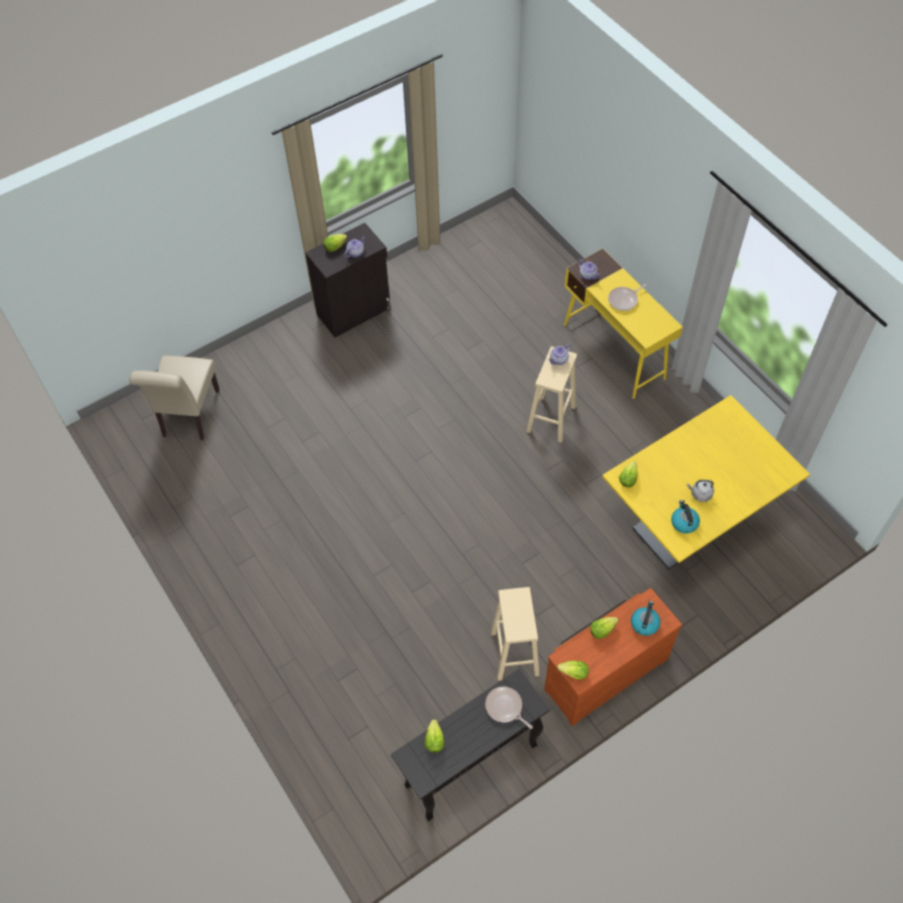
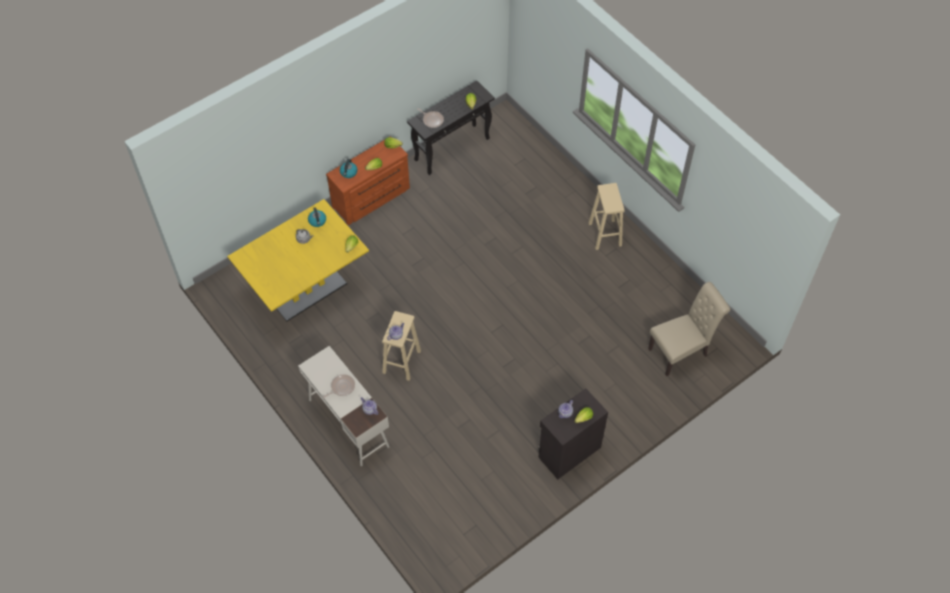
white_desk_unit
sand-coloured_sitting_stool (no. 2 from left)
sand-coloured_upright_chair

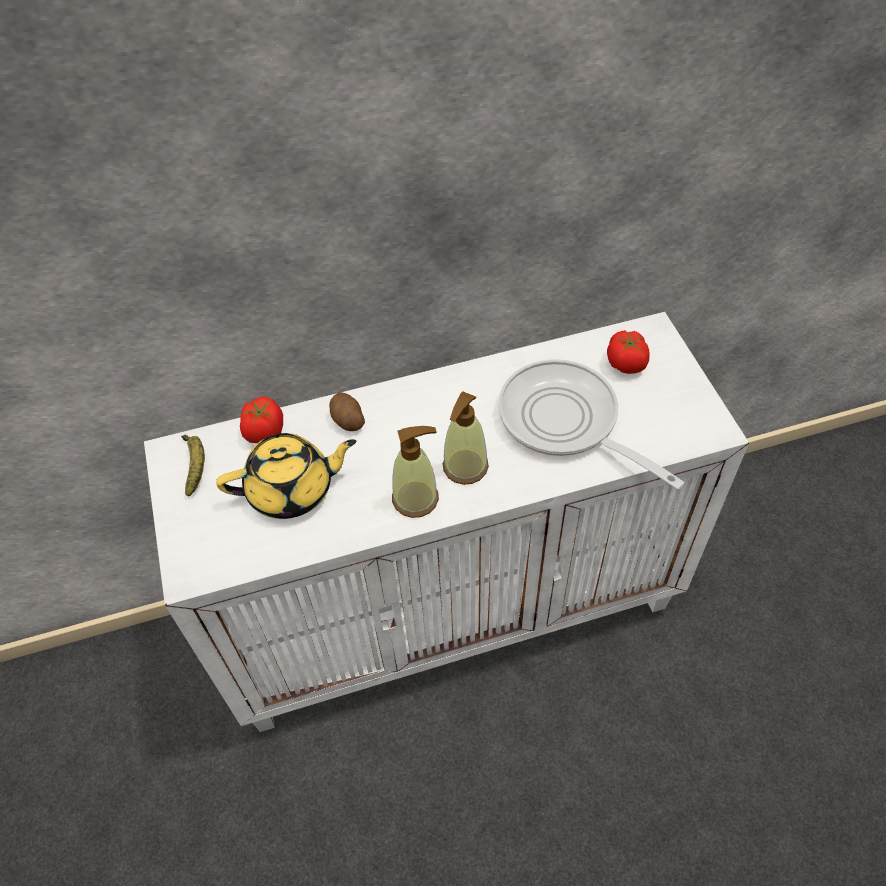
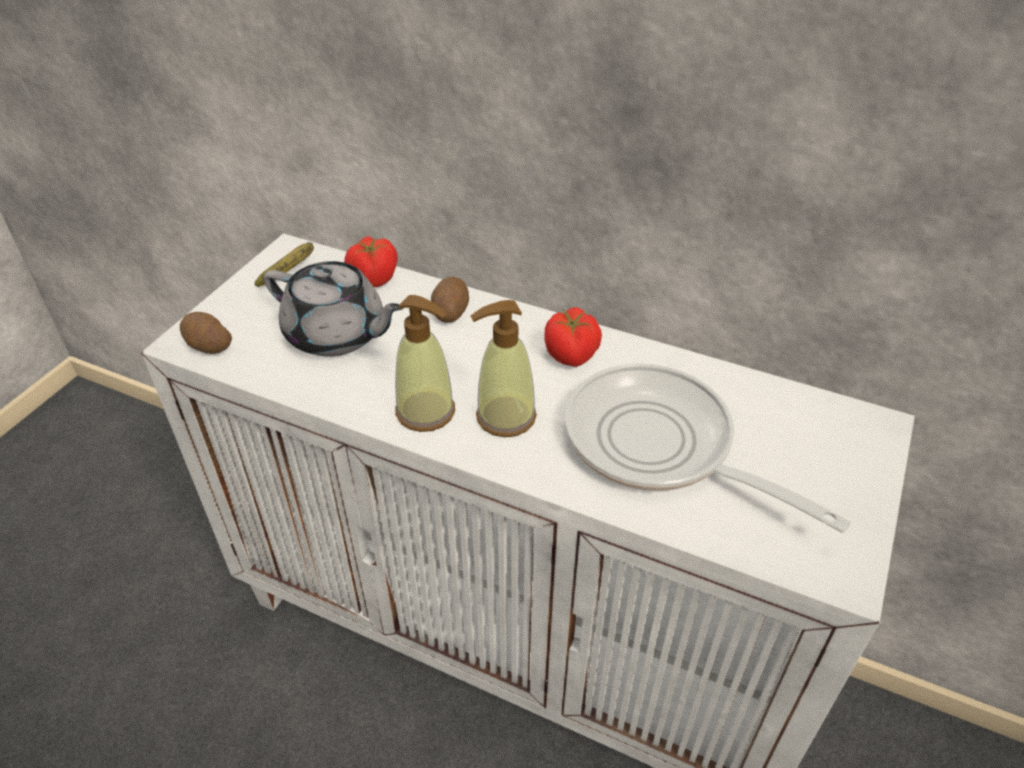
potato (no. 1 from left)
gray_pot_for_tea
whole_tomato (no. 2 from left)
skillet

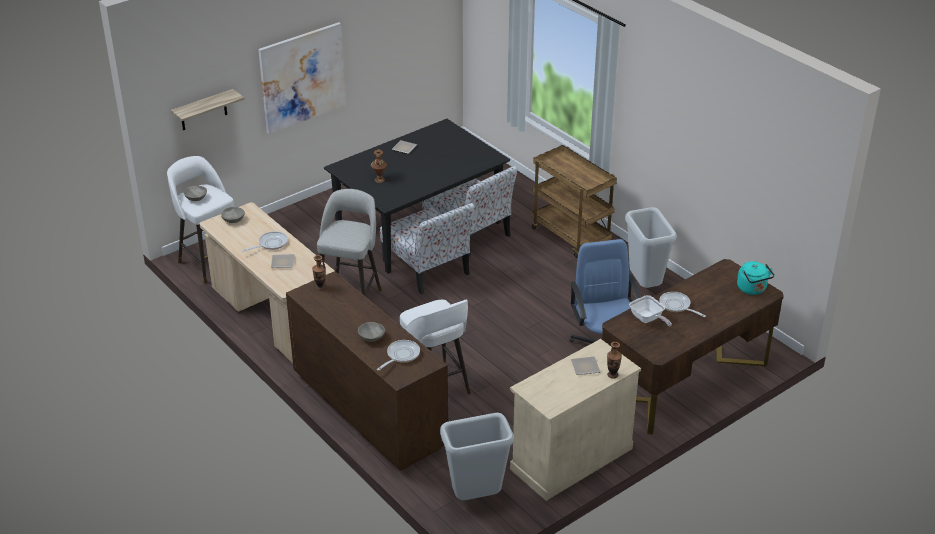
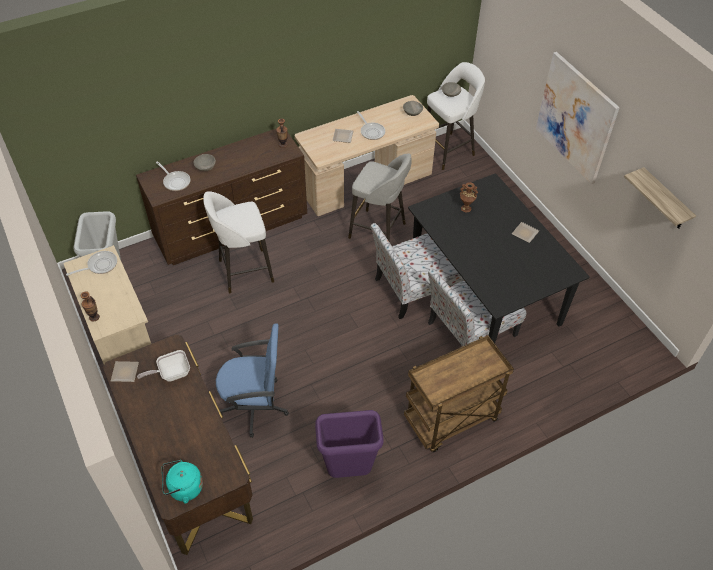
skillet (no. 1 from left)
flat_dish (no. 1 from left)
purplish_rubbish_bin
shelf

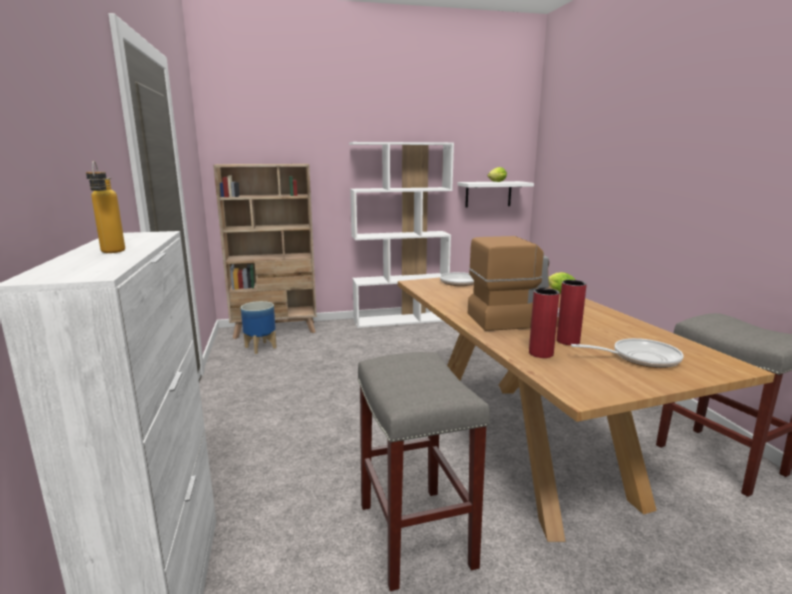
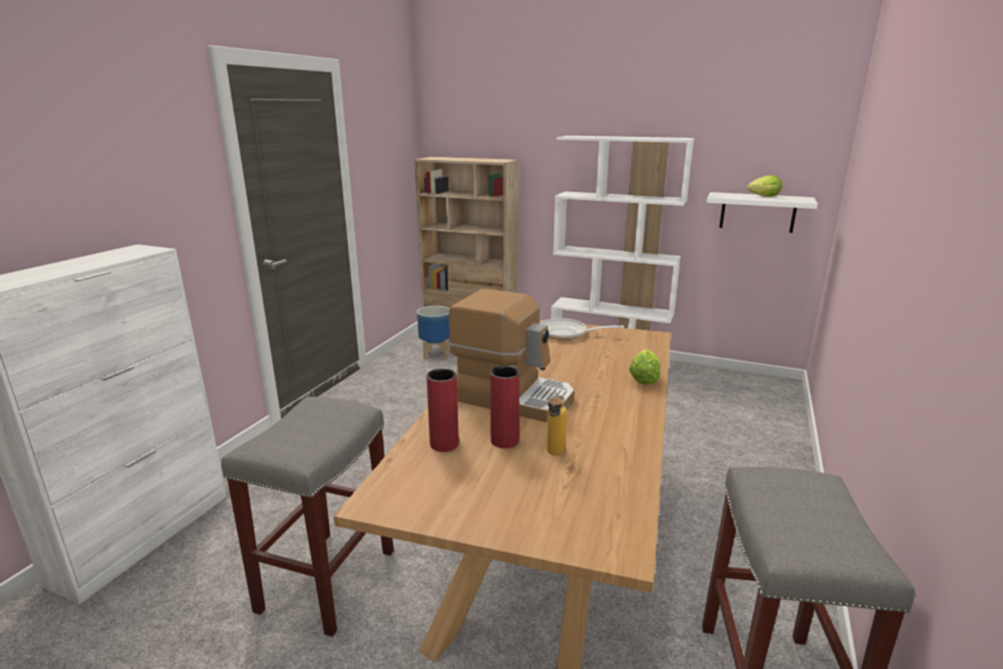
drink_bottle
skillet (no. 2 from left in the first image)

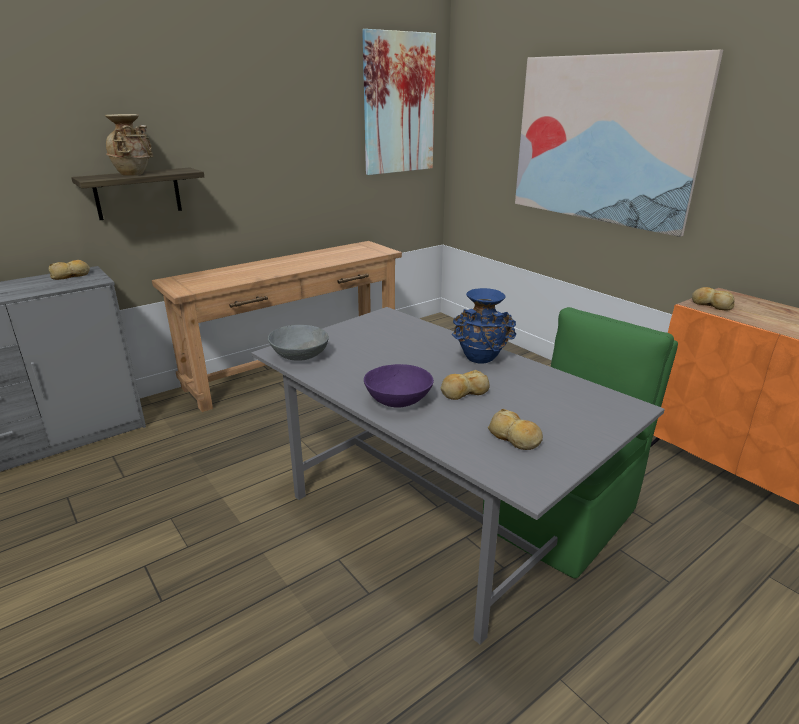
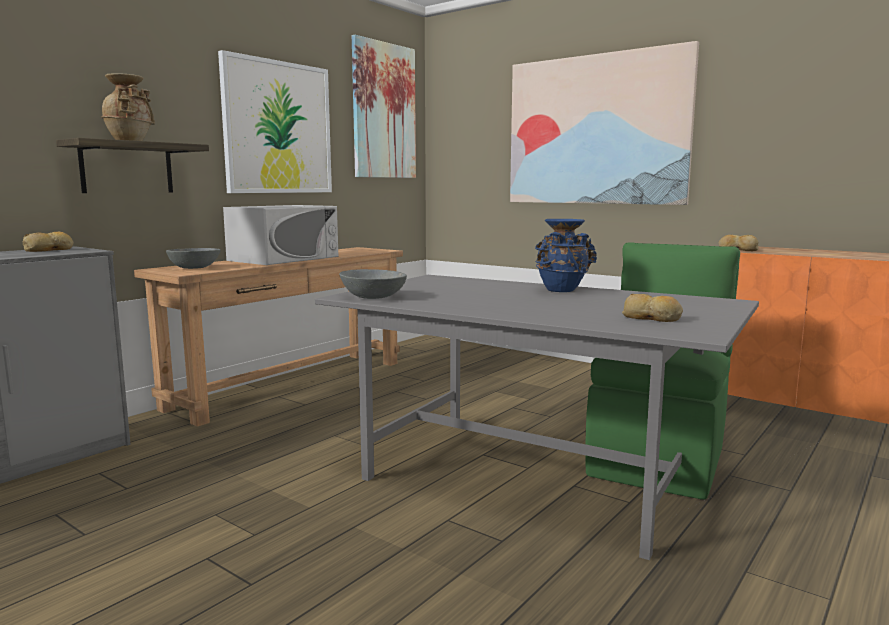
gray_bowl (no. 1 from left)
picture (no. 1 from left)
white_microwave_oven
purplish_bowl
baked_bread (no. 2 from left in the first image)

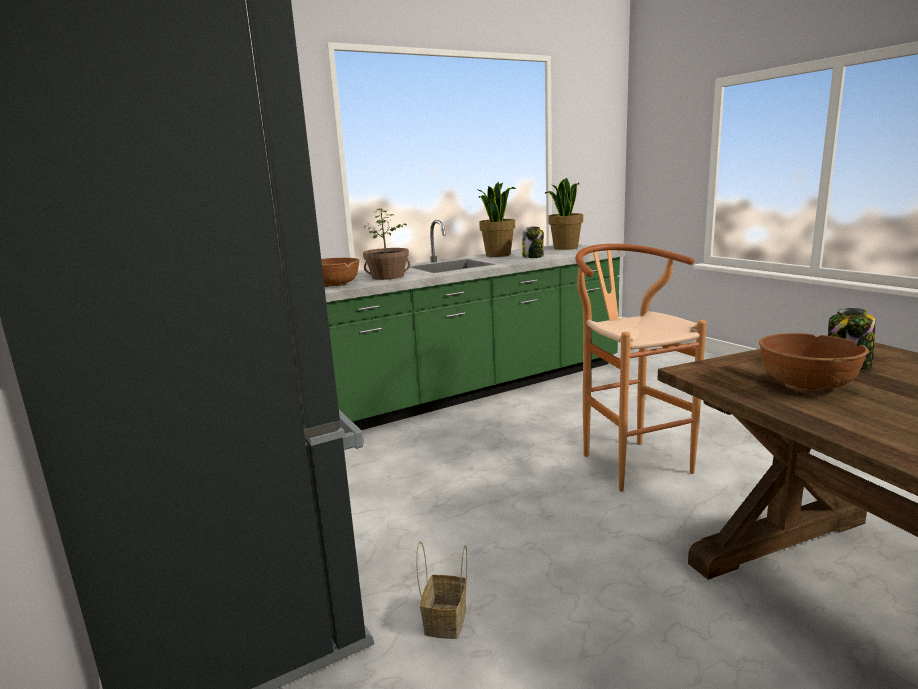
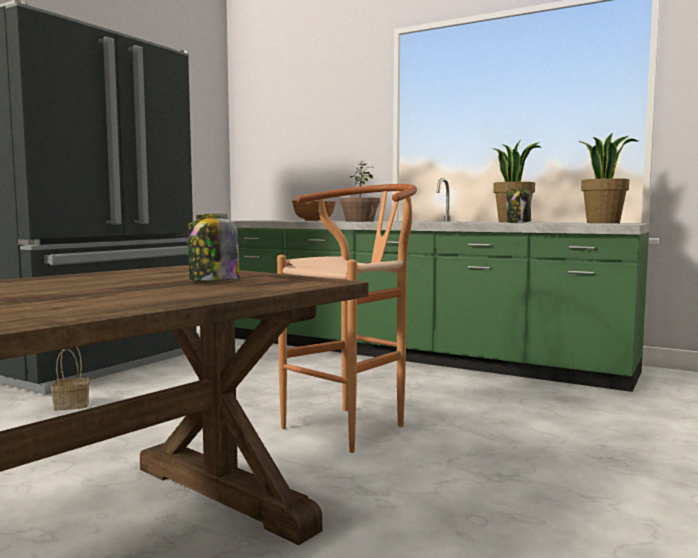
brown_bowl (no. 2 from left in the first image)

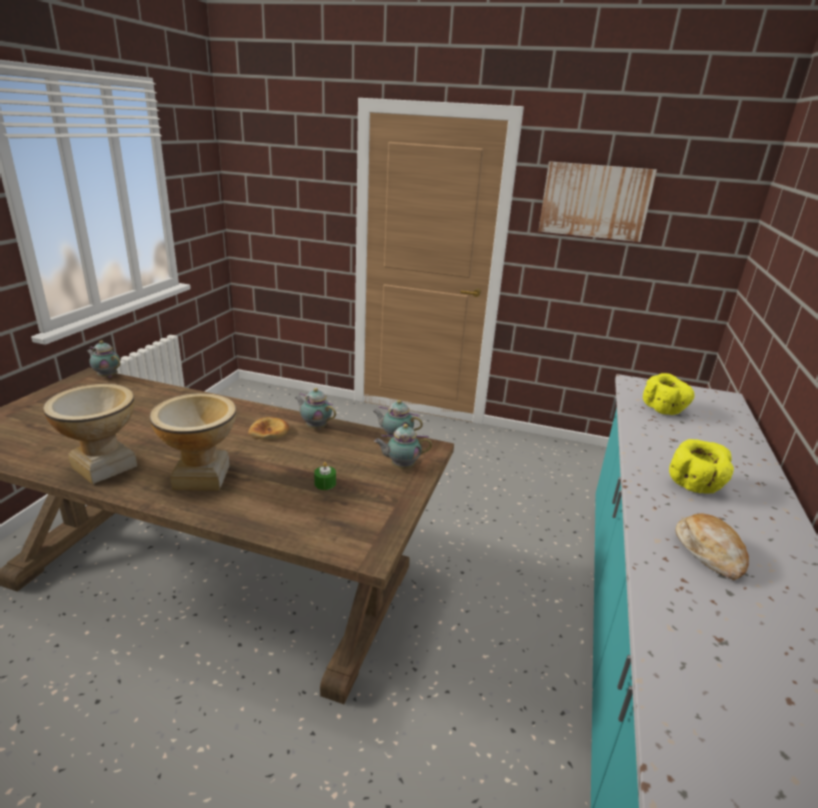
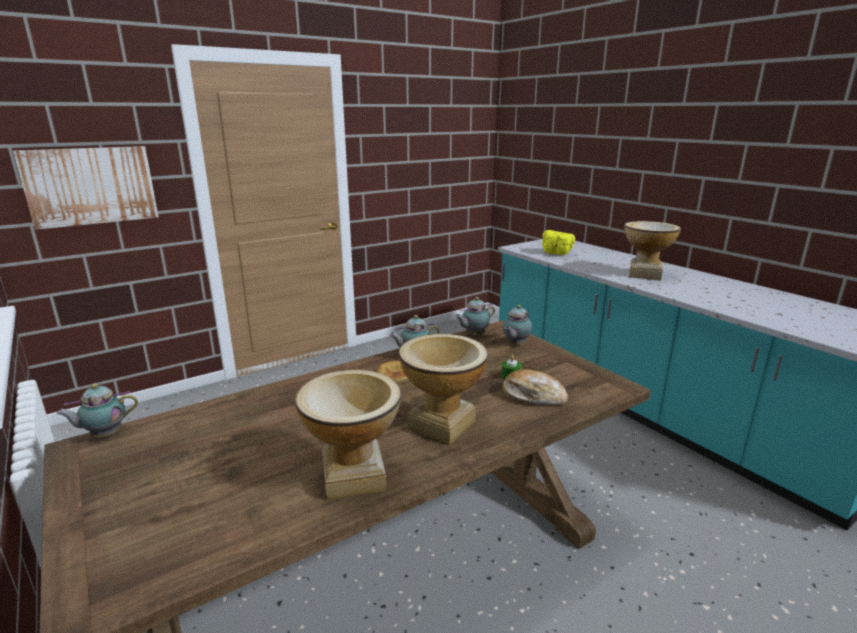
picture
baked_bread (no. 2 from left)
decorative_vase (no. 3 from left)

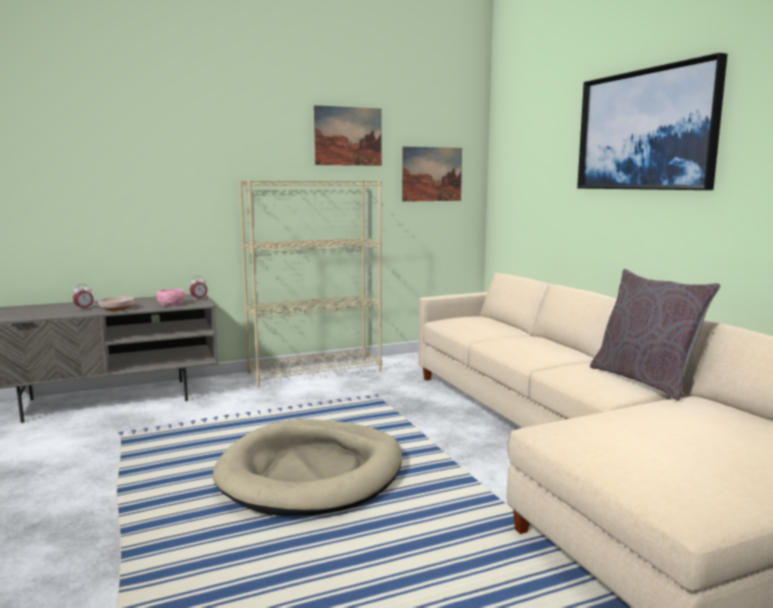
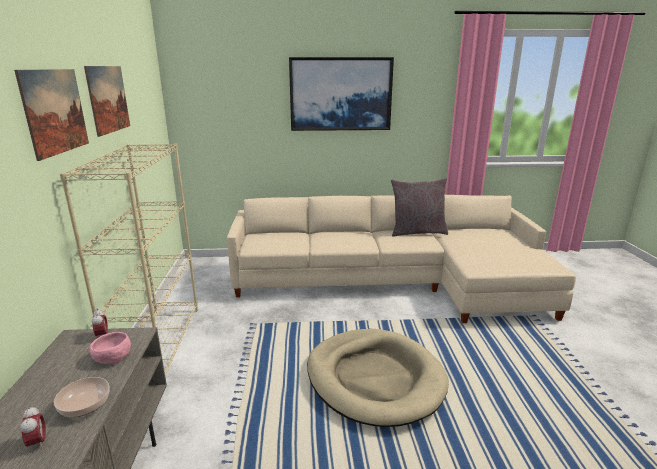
picture (no. 1 from left)

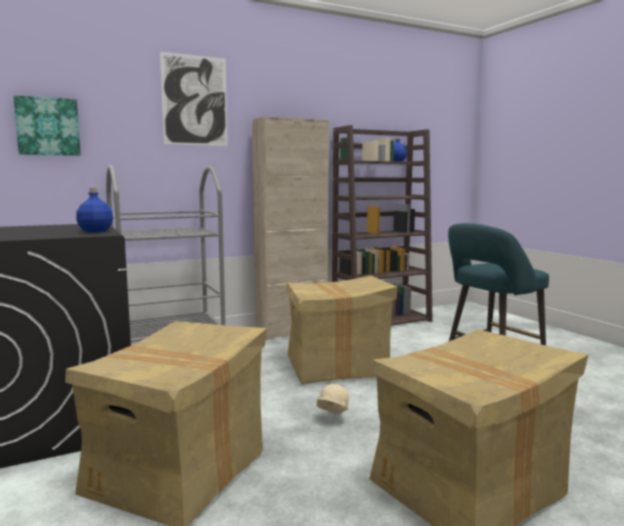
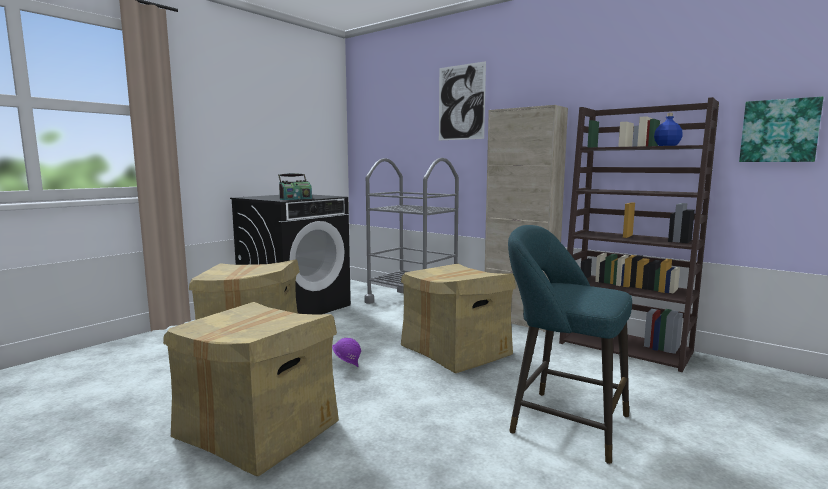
radio_set
purplish_safety_helmet
picture (no. 2 from left)

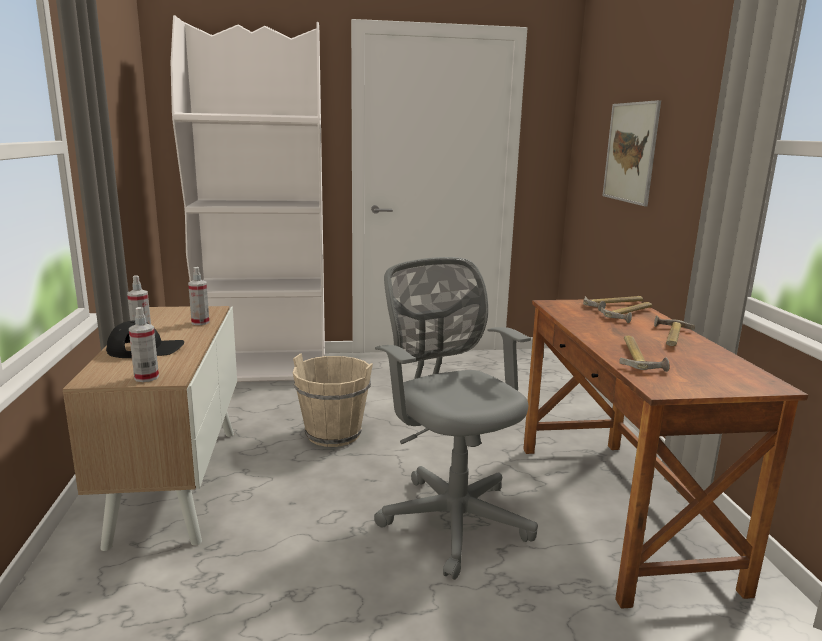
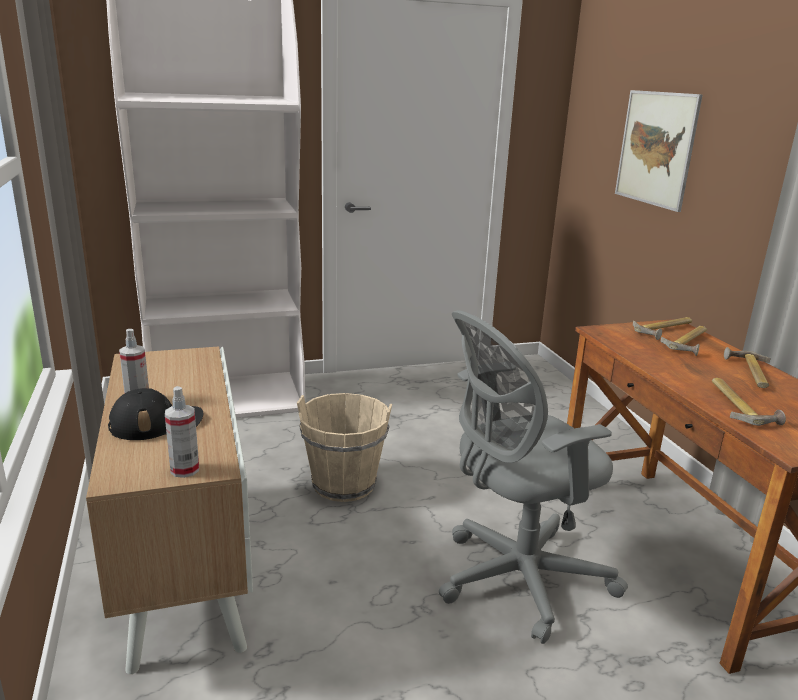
gray_computer_chair
spray_bottle (no. 3 from left in the first image)

